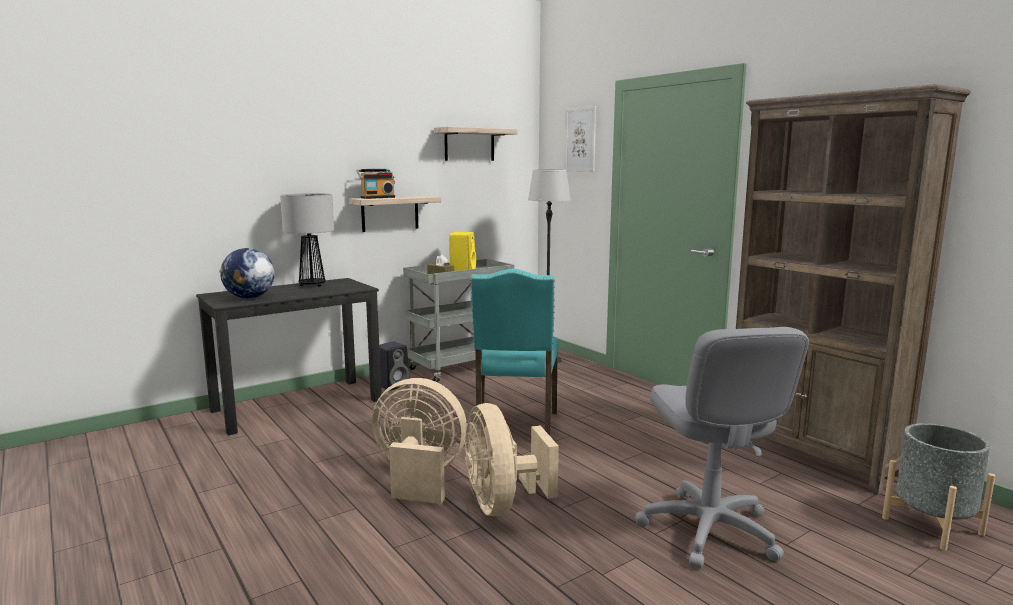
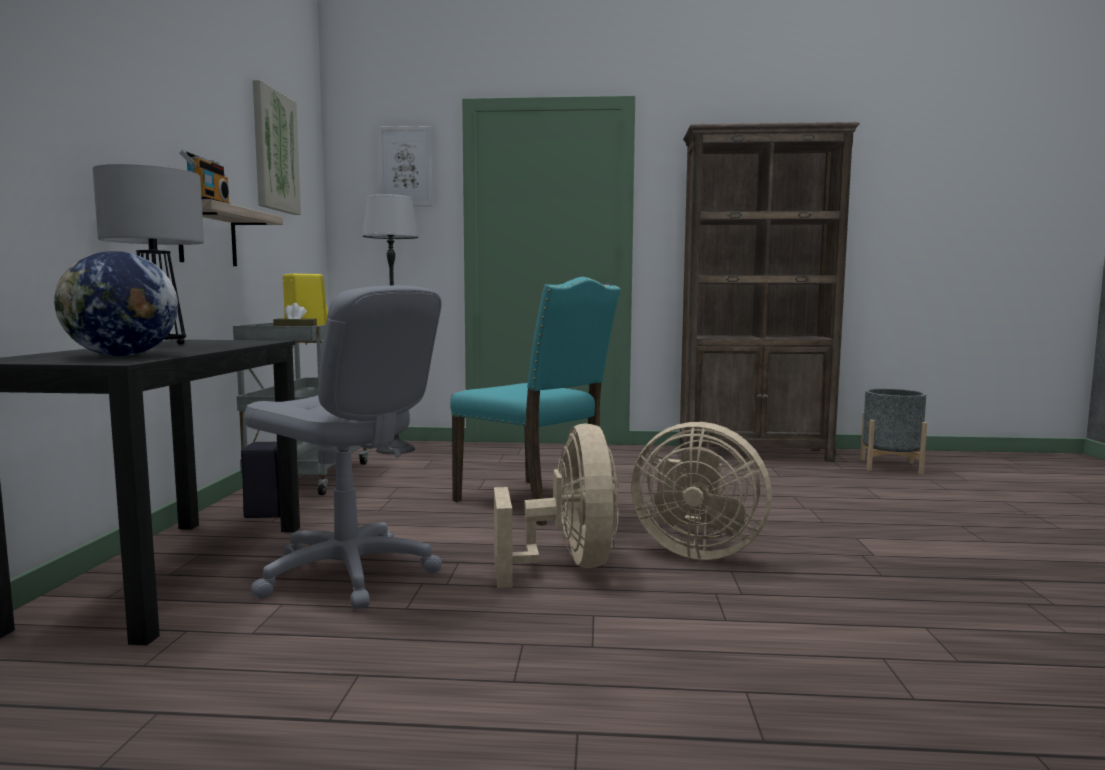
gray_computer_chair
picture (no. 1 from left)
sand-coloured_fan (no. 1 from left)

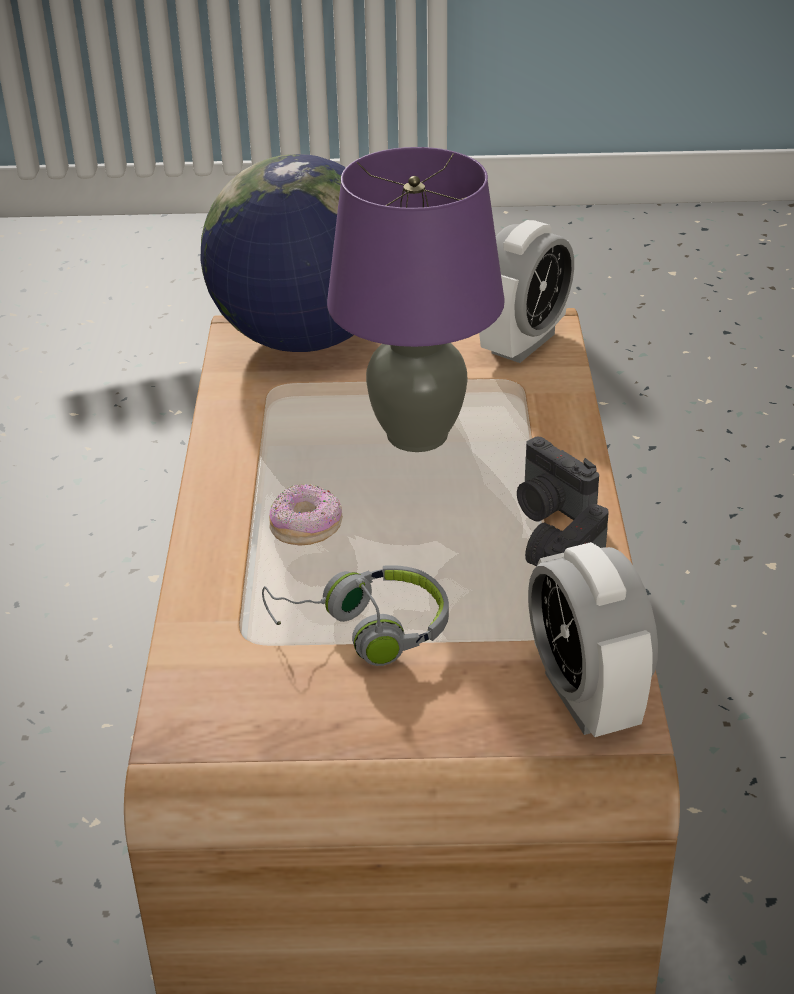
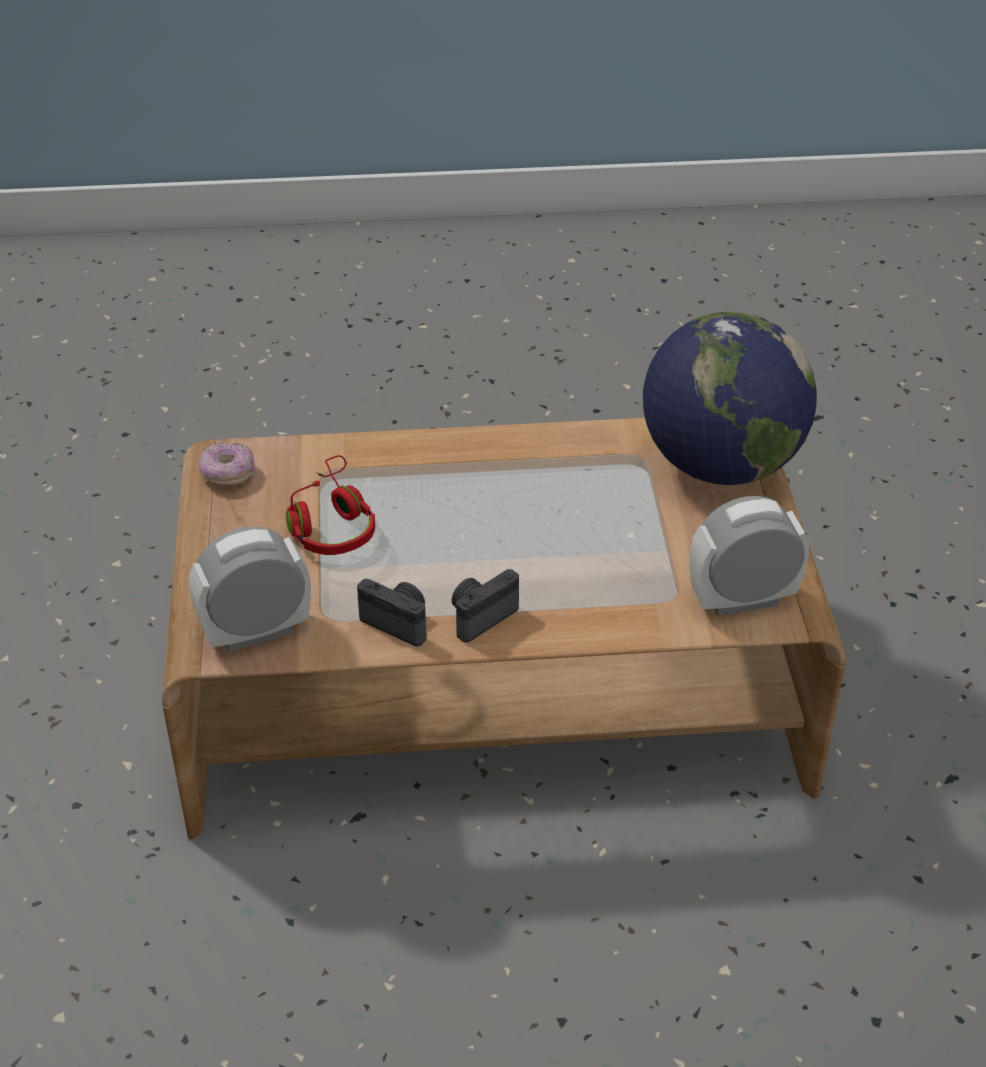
donut
reddish_pair_of_headphones
alarm_clock (no. 2 from left)
purplish_lamp_for_a_table

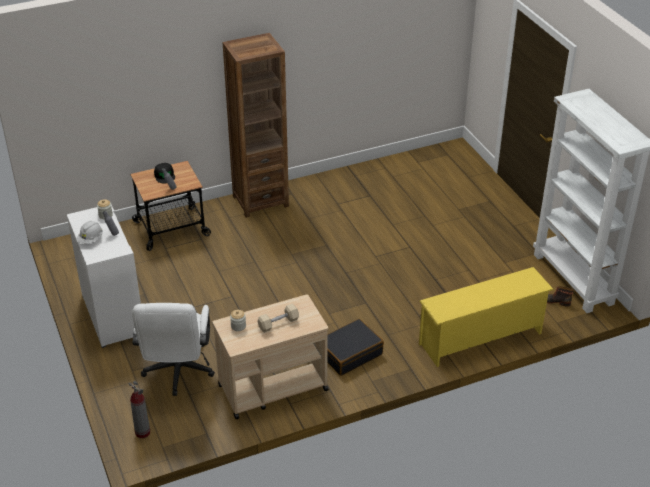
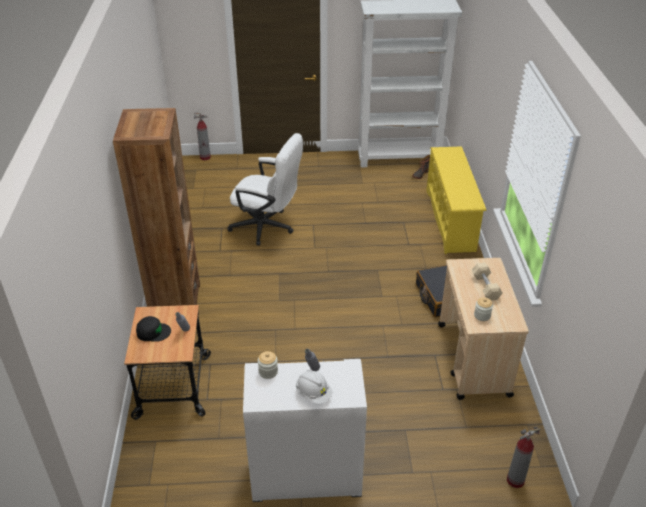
extinguisher (no. 1 from left)
white_computer_chair

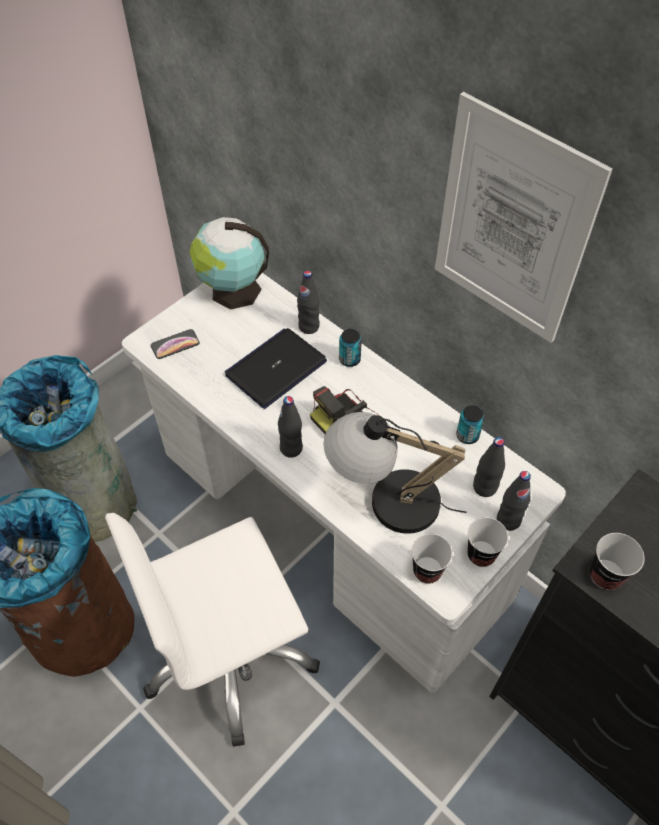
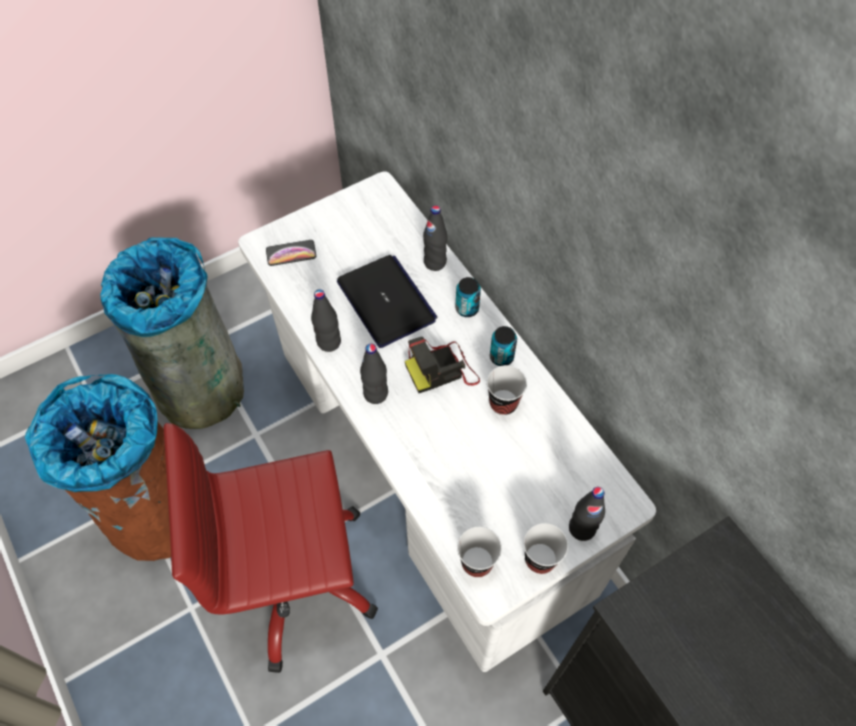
reddish_computer_chair
blackish_drink_bottle (no. 1 from left)
portable_computer
small_cup (no. 2 from left)
sealed_can (no. 2 from left)
desk_globe
lamp_for_a_table
picture

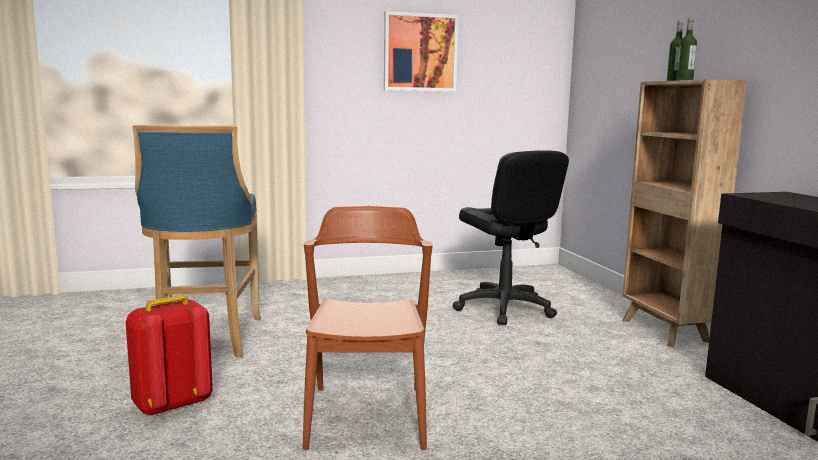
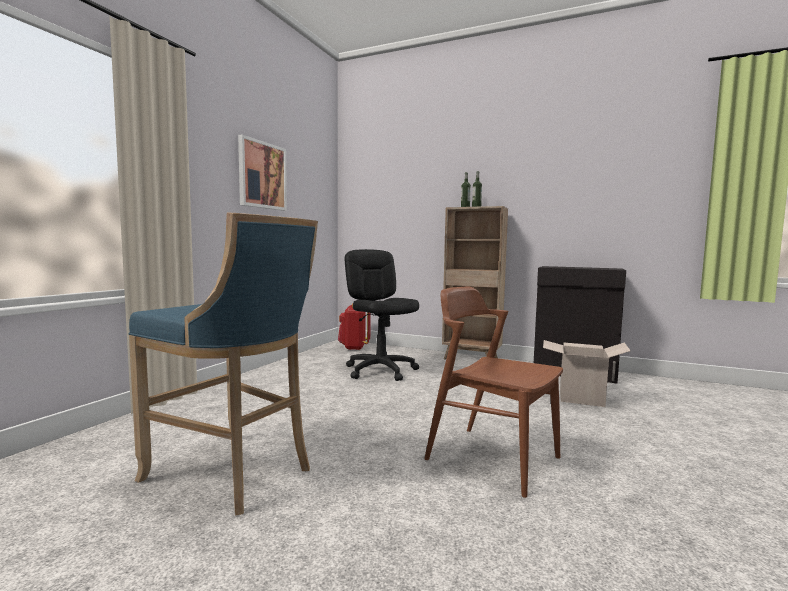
reddish_knapsack
blackish_computer_chair
packing_box

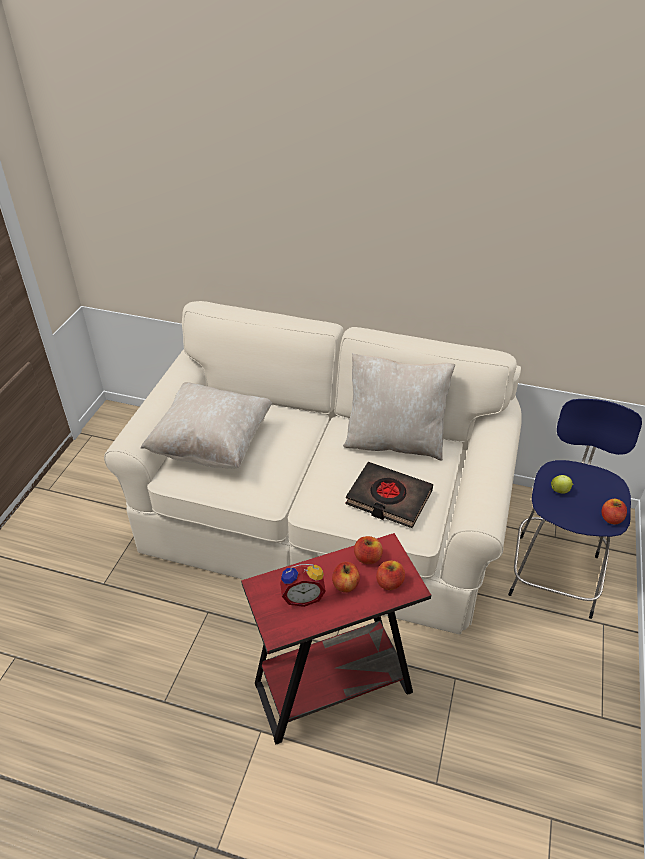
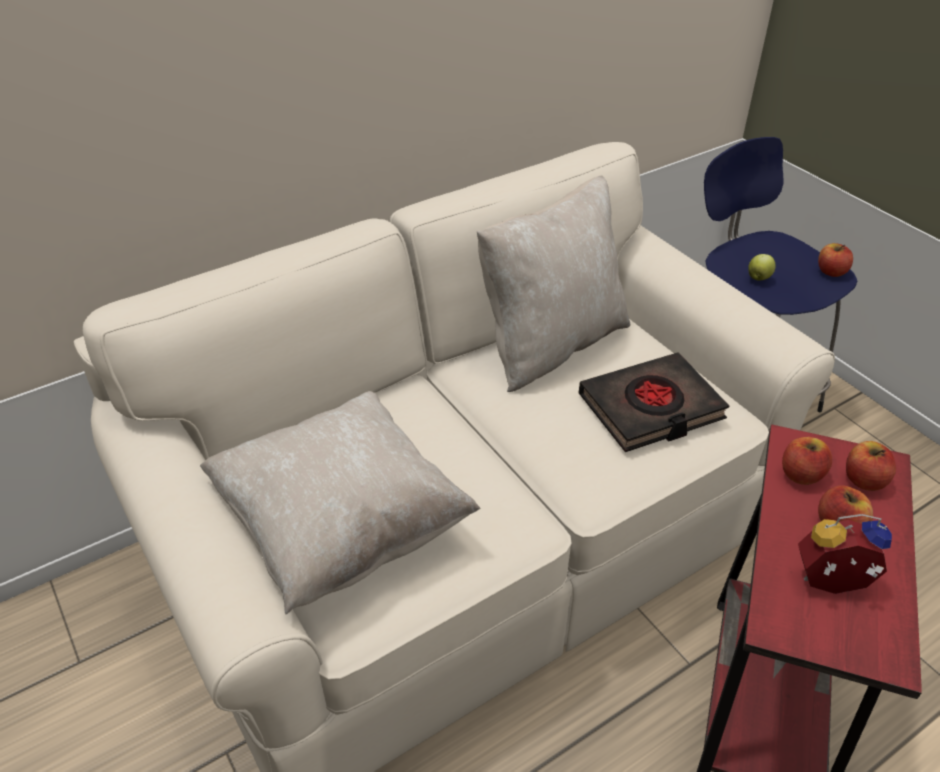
alarm_clock

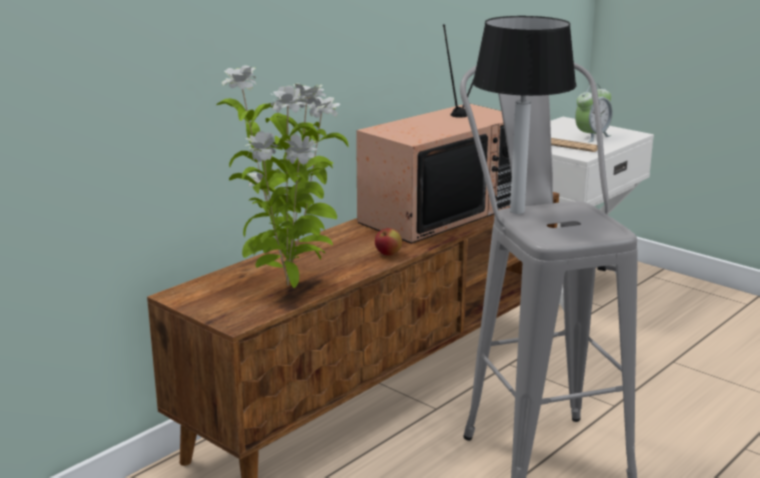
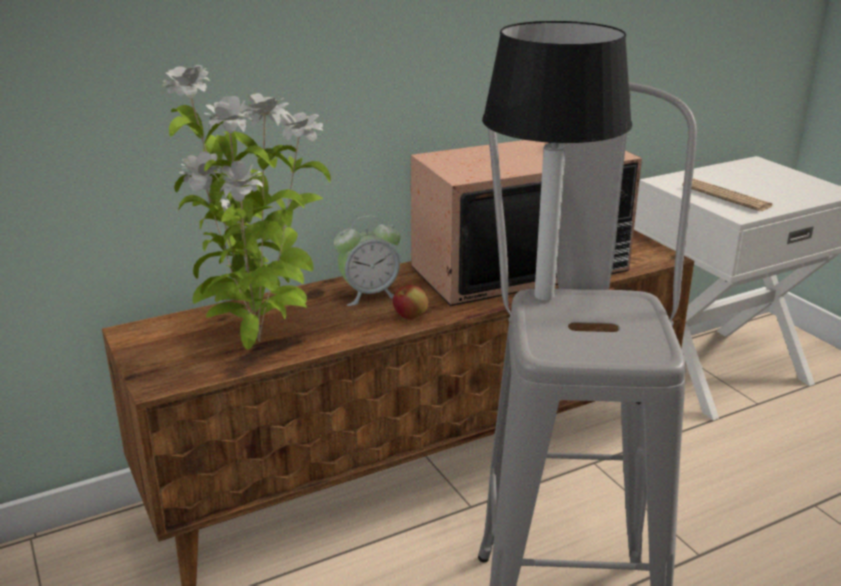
alarm_clock

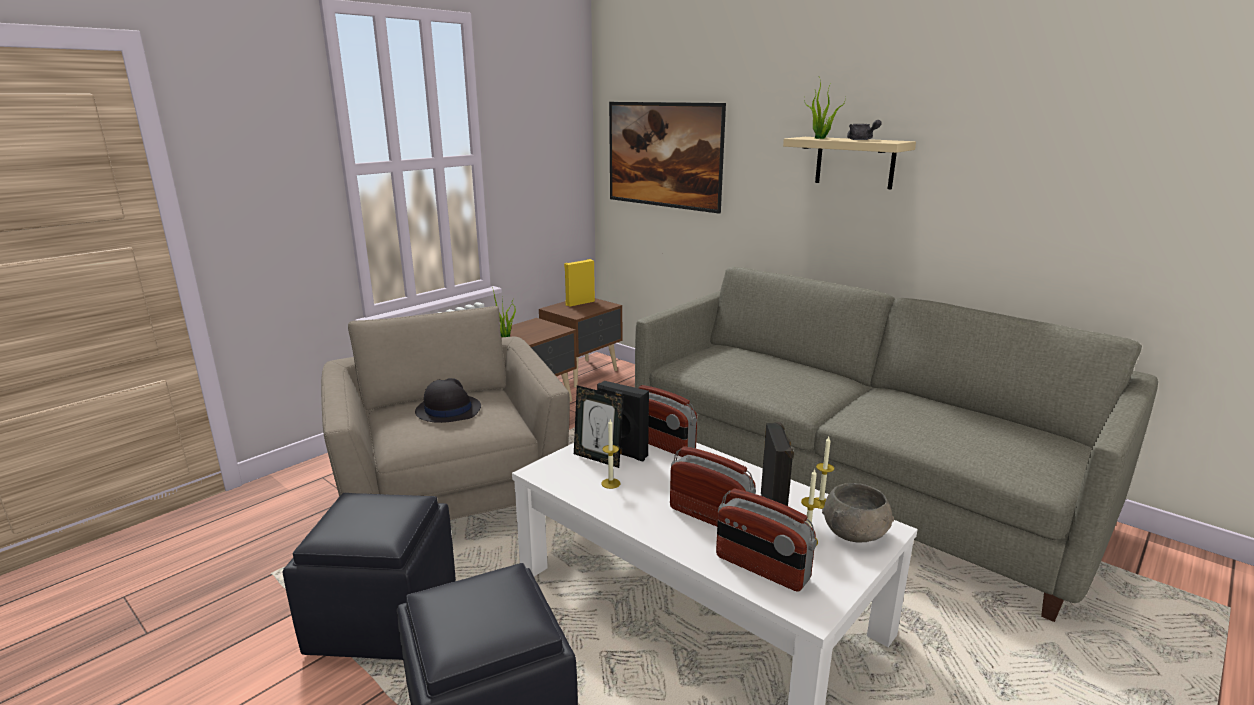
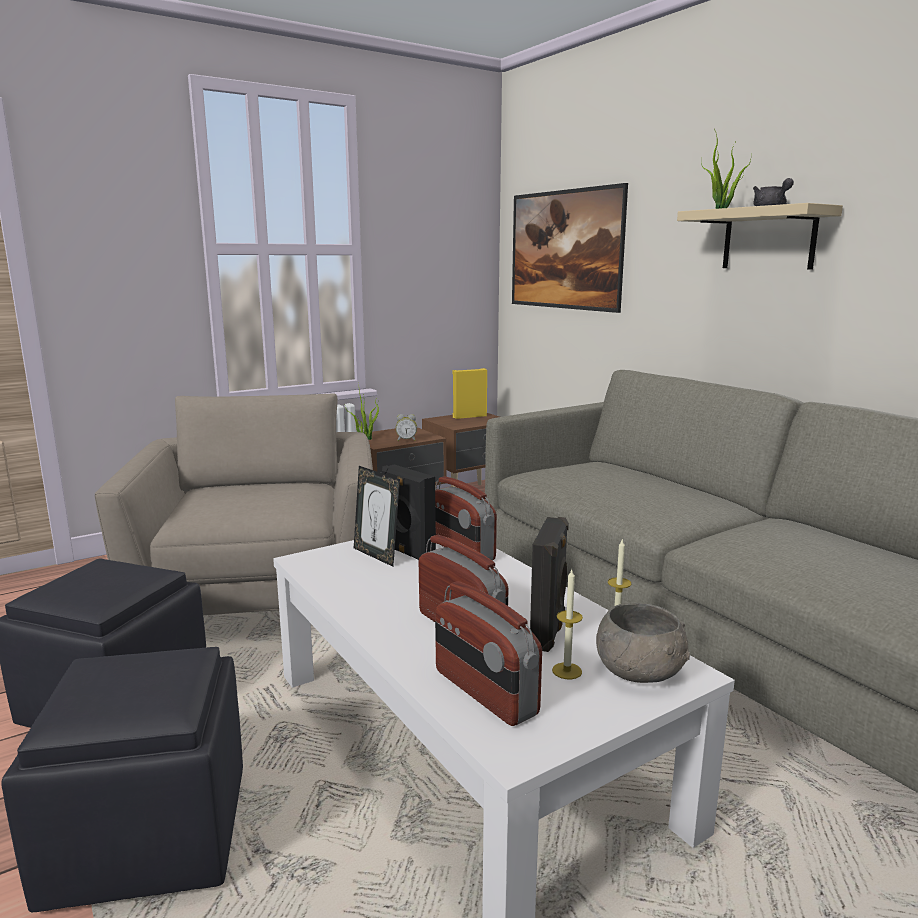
alarm_clock
blackish_clothing_hat
wax_candle (no. 1 from left in the first image)

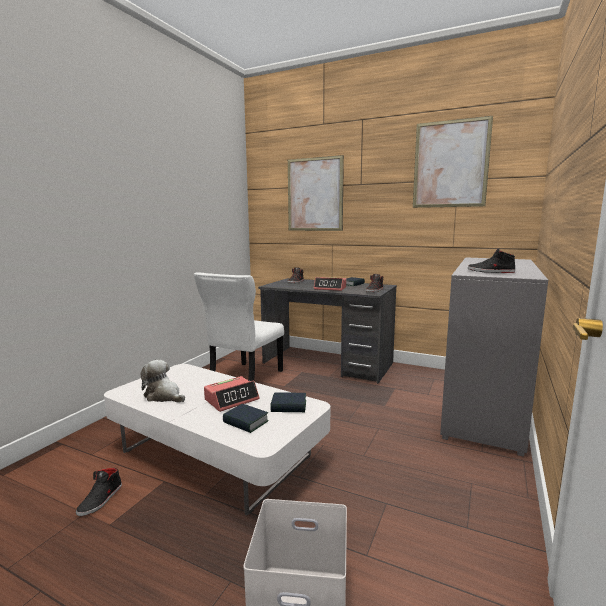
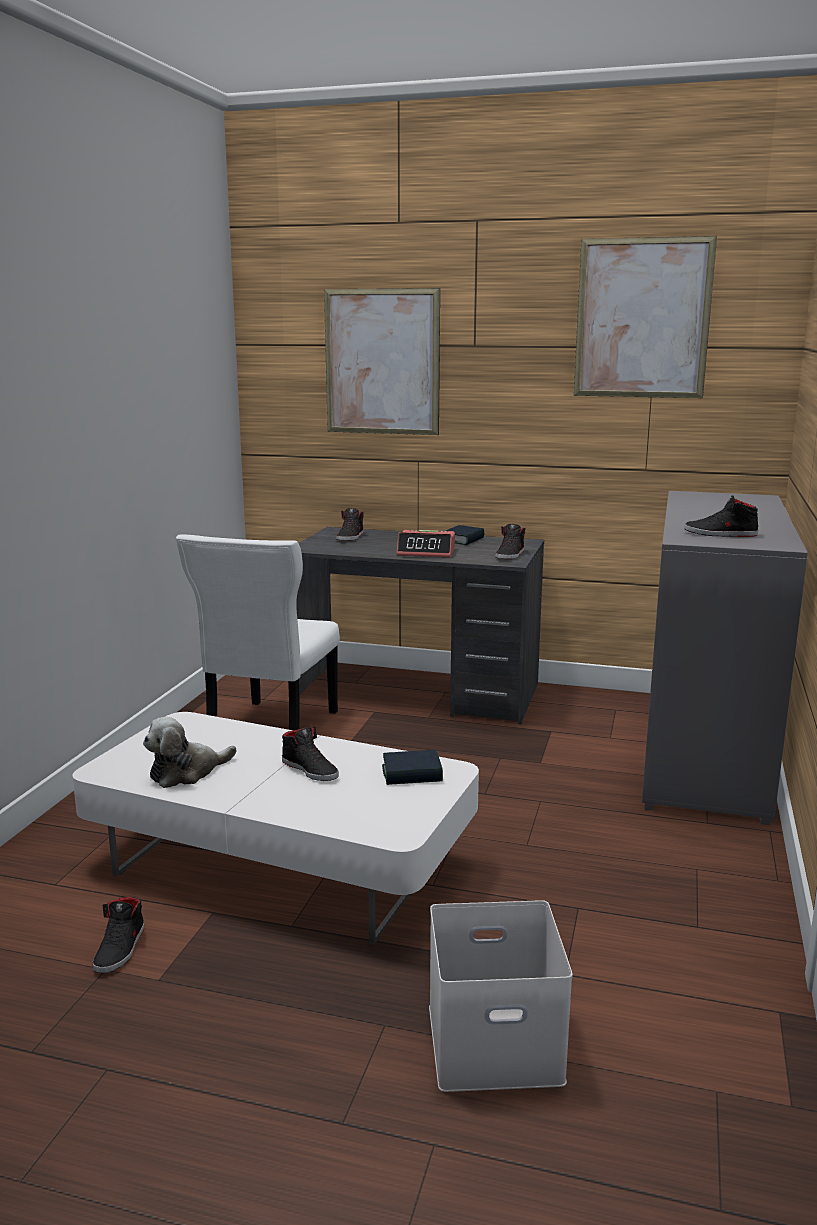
cuddly_toy
blackish_item_of_footwear (no. 2 from left)
volume (no. 1 from left in the first image)

